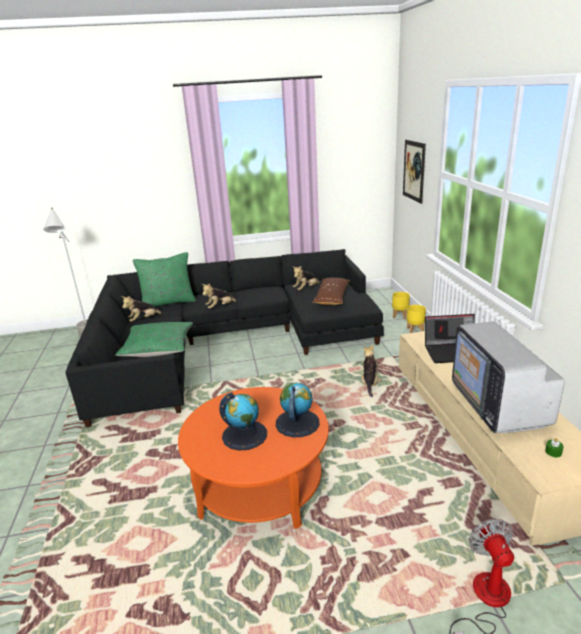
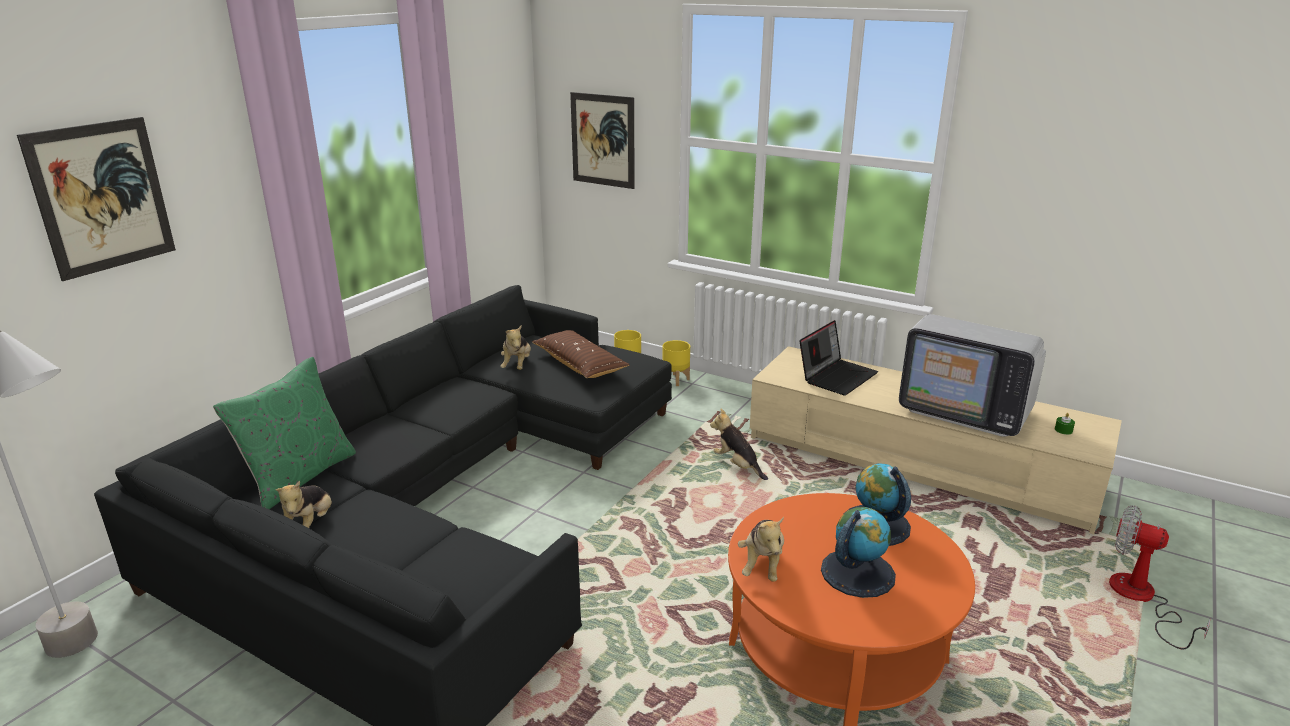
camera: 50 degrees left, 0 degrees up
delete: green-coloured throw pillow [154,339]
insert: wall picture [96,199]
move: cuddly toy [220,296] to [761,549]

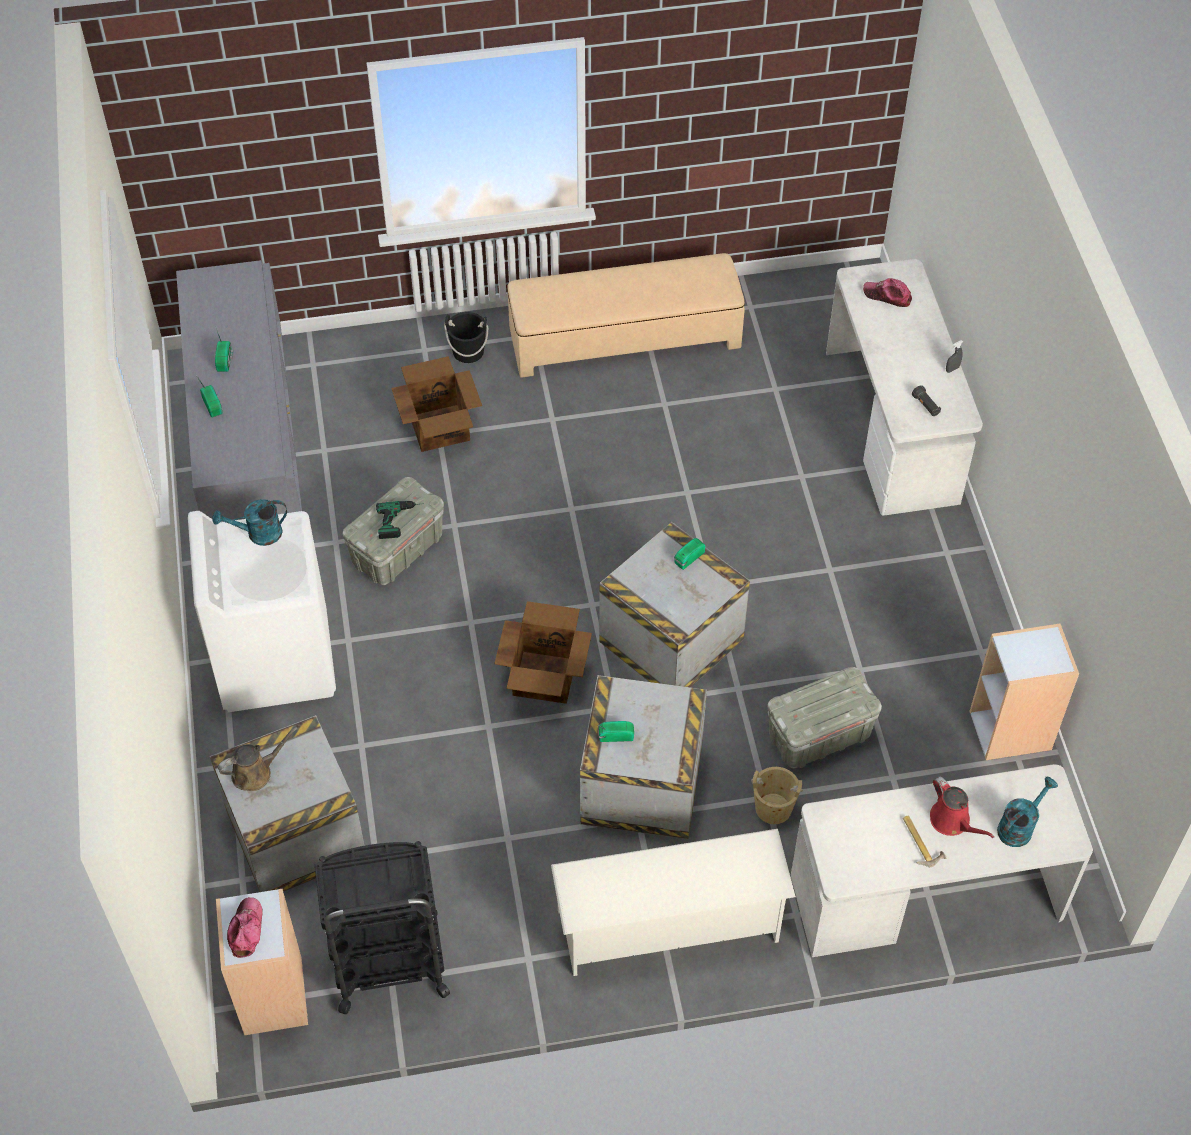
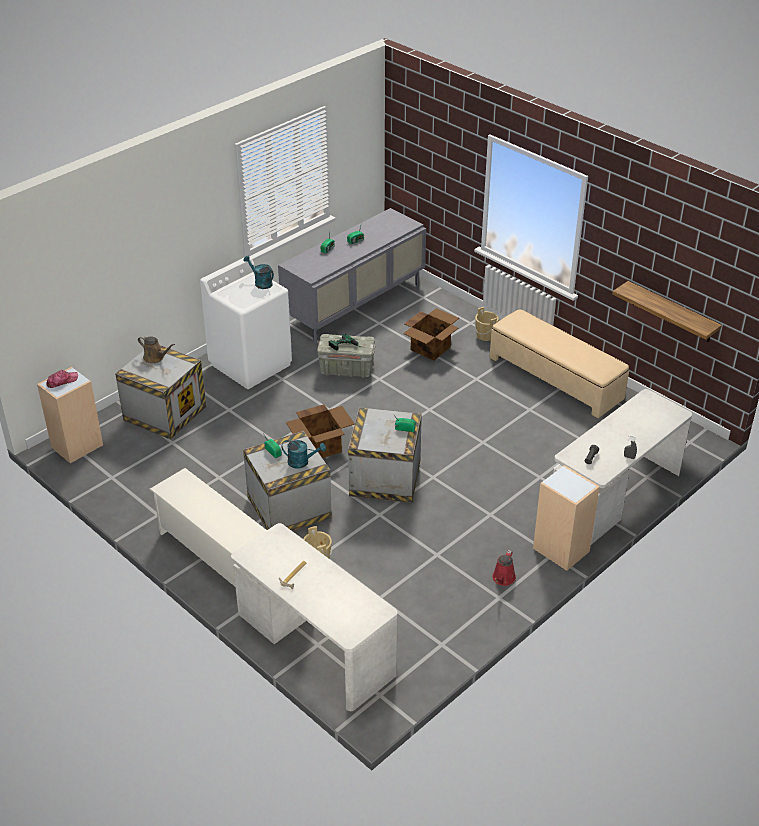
camera: 55 degrees right, 15 degrees down
delete: black cart [382,927]; greyish storage bin [824,717]; baseball cap [887,292]
insert: bracket shelf [667,311]
move: reddish watering pot [962,807] to [504,568]; bookcase [1024,692] to [566,518]; blue-green watering pot [1027,812] to [304,454]
recolor: black bucket [466,337] to sand-coloured bucket [487,324]

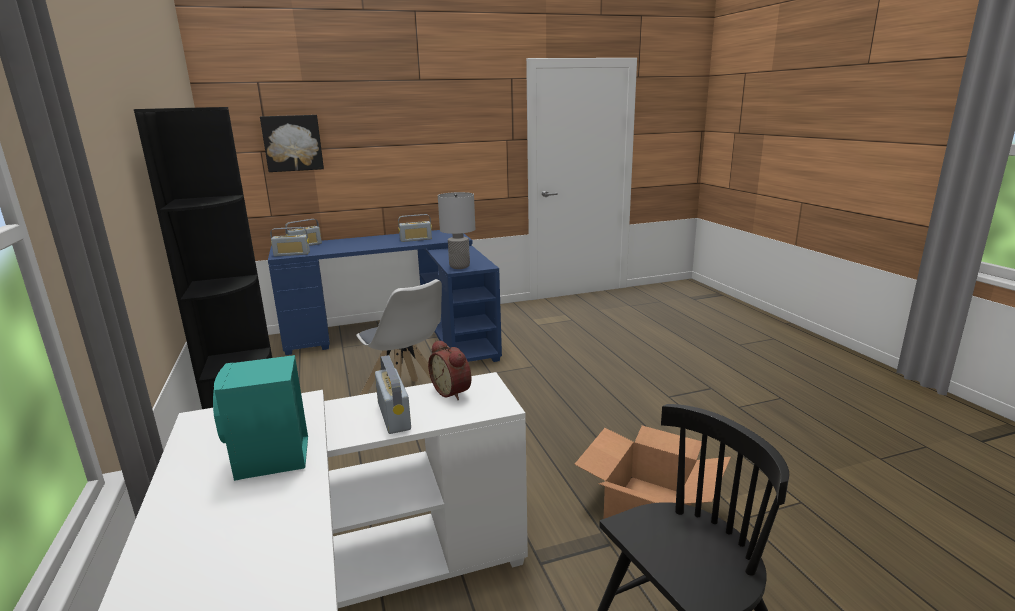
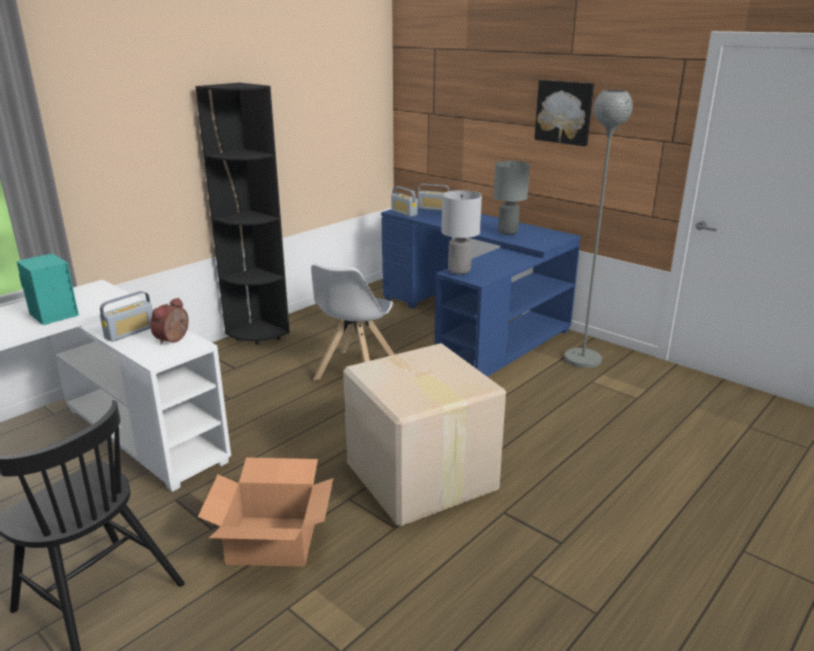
camera: 60 degrees right, 5 degrees up
insert: cardboard box [424,434]; greyish standard lamp [598,228]
move: wall picture [292,143] to [564,113]
replace: radio receiver [415,228] to greyish lamp for a table [511,198]

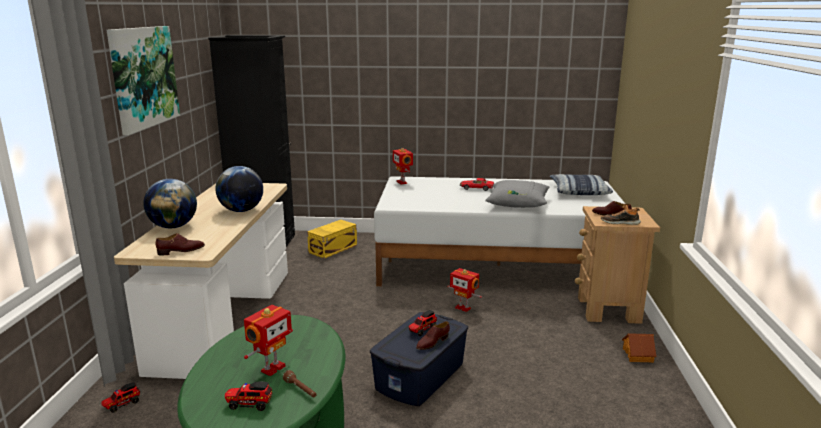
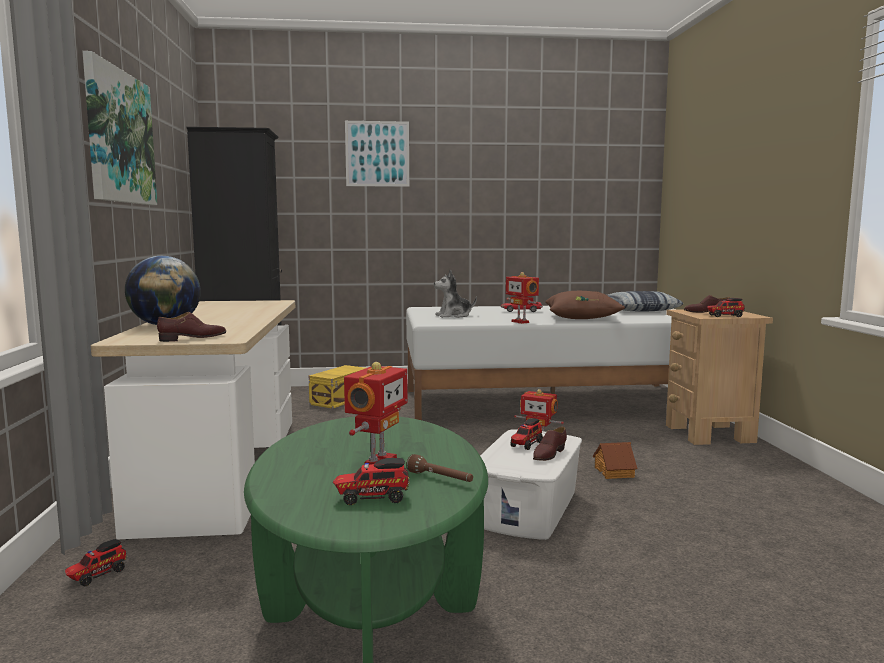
camera: 10 degrees left, 10 degrees down
delete: desk globe [239,189]
insert: wall picture [377,154]; cuddly toy [455,294]
move: toy robot [403,166] to [522,298]; miniature house [639,348] to [615,460]
replace: low shoe [621,214] to toy truck [726,307]
recolor: blue storage bin [419,359] to whitish storage bin [531,484]; greyish throw pillow [517,194] to brown throw pillow [585,305]

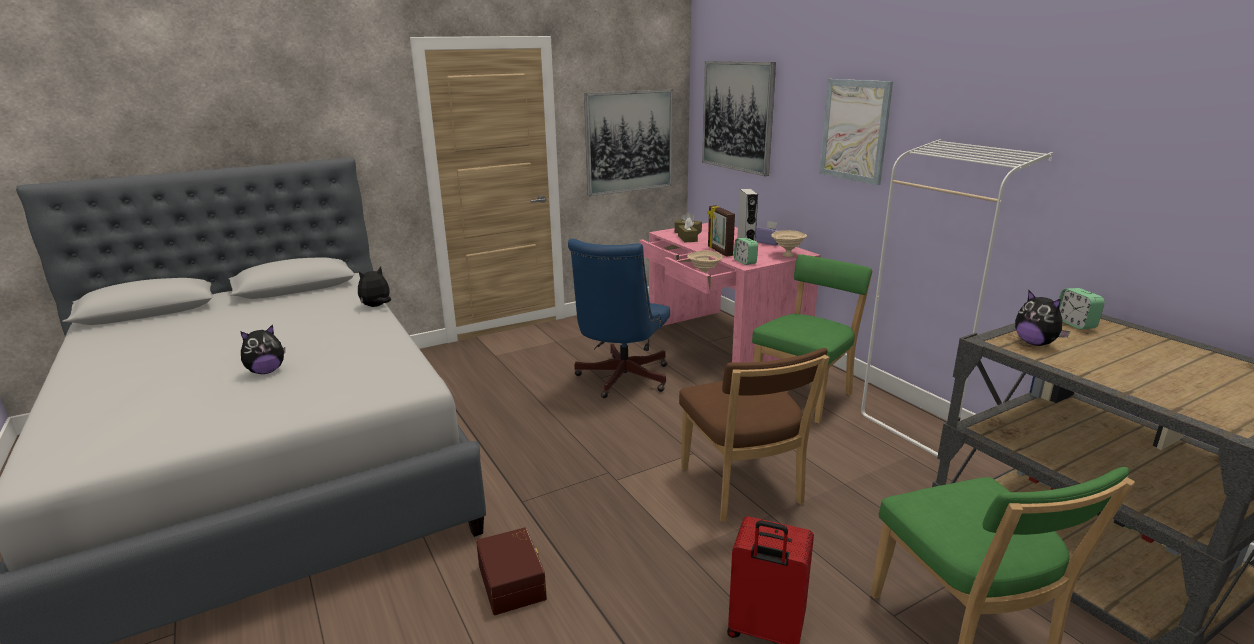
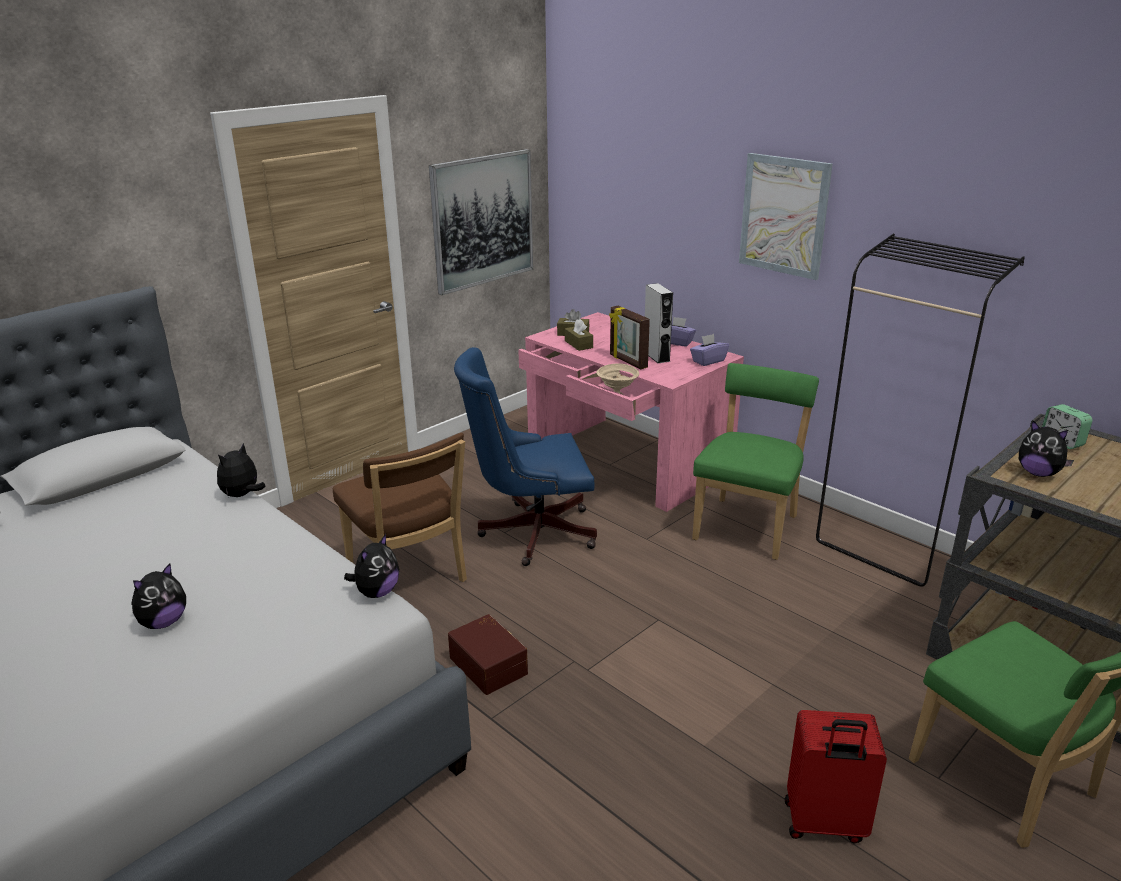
camera: 15 degrees left, 5 degrees up
delete: wall picture [739,118]; bedside clock [746,251]
insert: cuddly toy [371,566]
move: brown storage bin [511,571] to [488,654]; brown chair [754,435] to [400,507]
replace: sand-coloured deep dish [789,243] to purplish tissue box [709,350]
recolor: whitish garment stand [957,298] to black garment stand [920,410]
rotate: blue office chair [619,318] = [525,456] 75 degrees clockwise

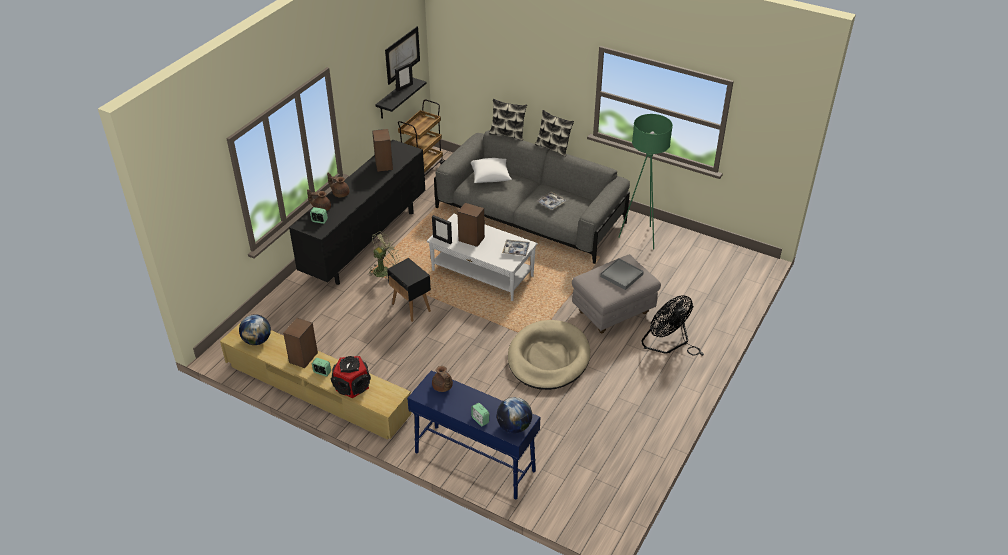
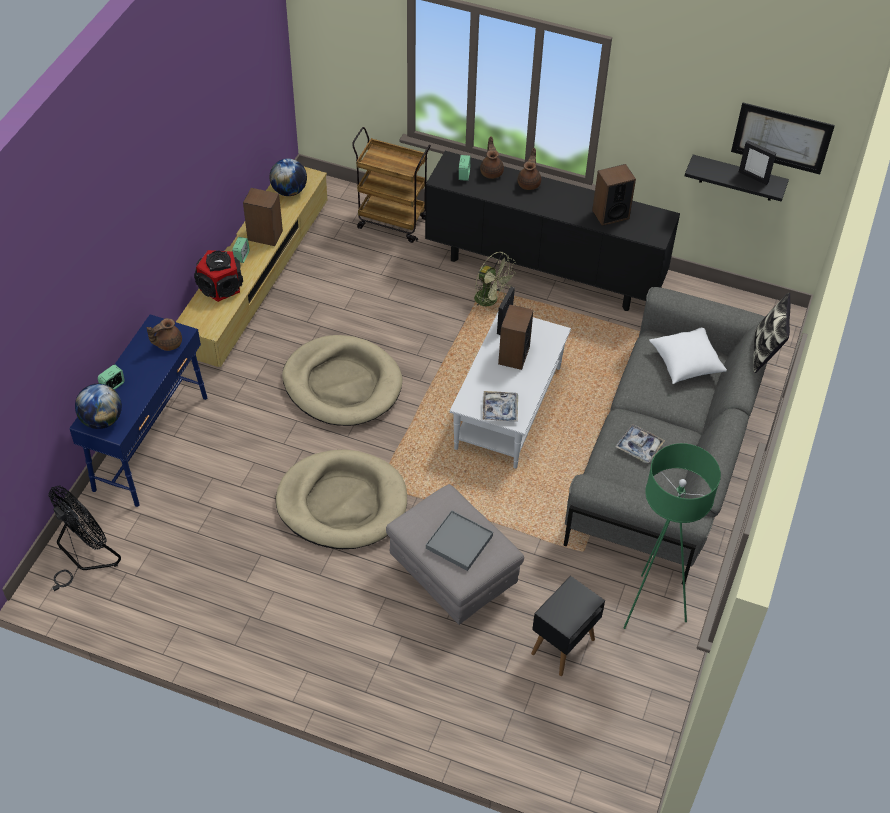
camera: 80 degrees right, 10 degrees up
delete: throw pillow [554,133]
insert: sand-coloured dog bed [342,380]
move: black accent table [409,290] to [568,626]; brown cart [421,138] to [391,185]; black electric fan [672,325] to [84,538]

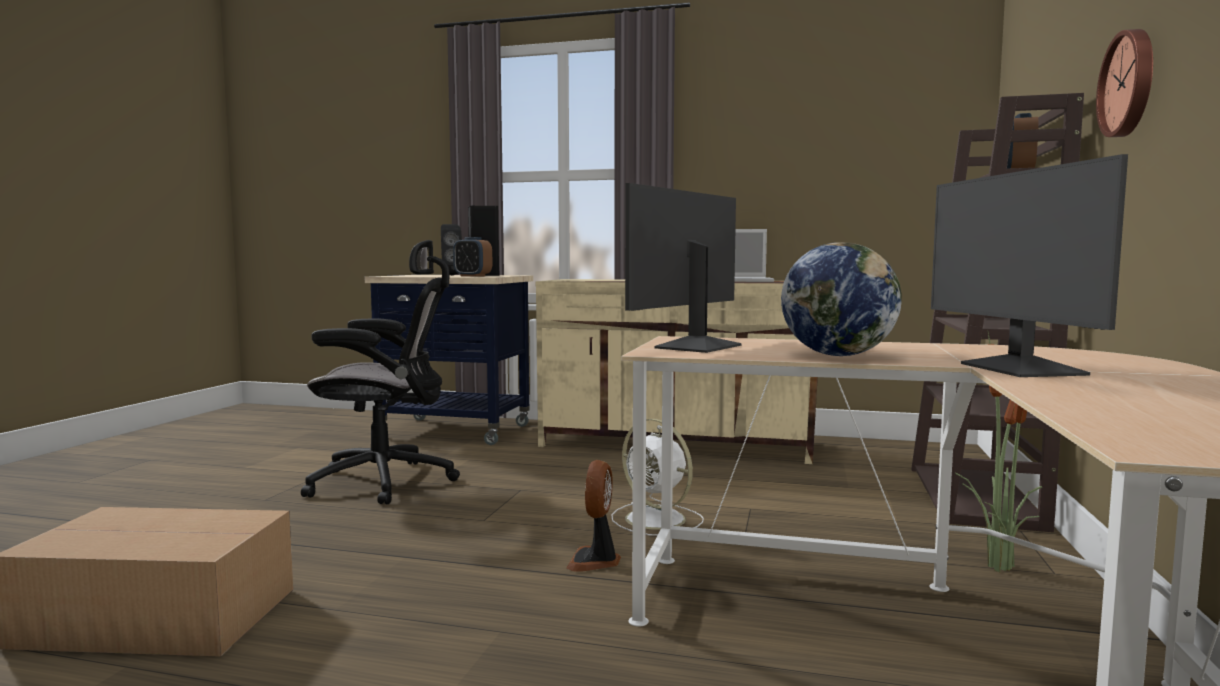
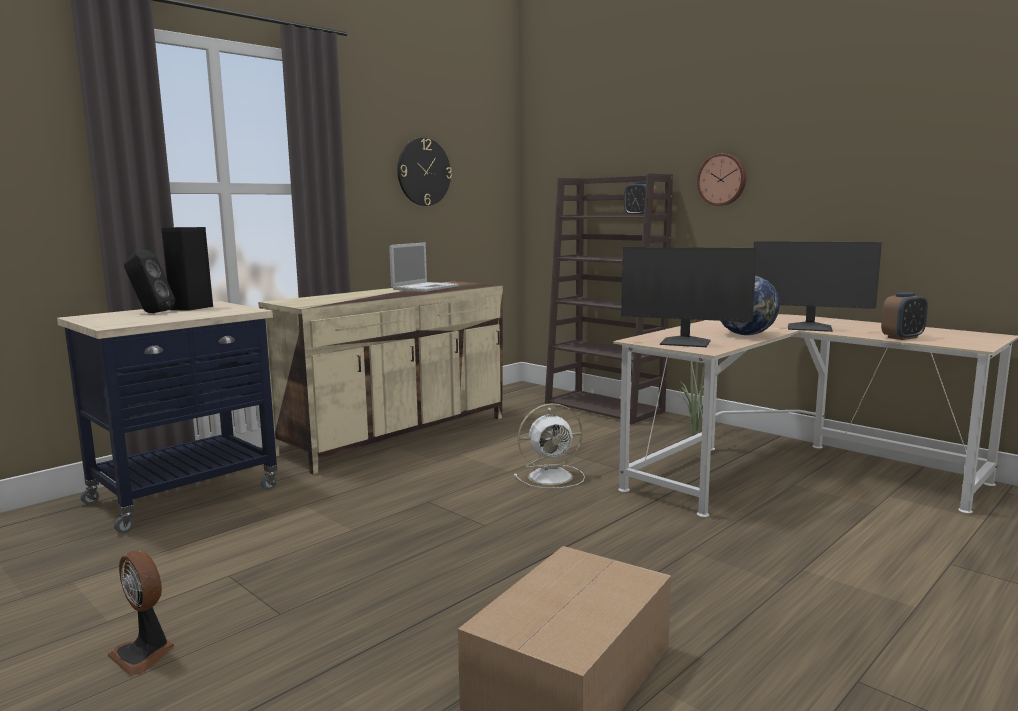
camera: 60 degrees left, 5 degrees up
delete: office chair [380,372]
insert: wall clock [424,172]
move: bedside clock [472,257] to [904,316]; electric fan [593,516] to [141,613]
rotate: monitor [683,268] = [689,297] 45 degrees counterclockwise

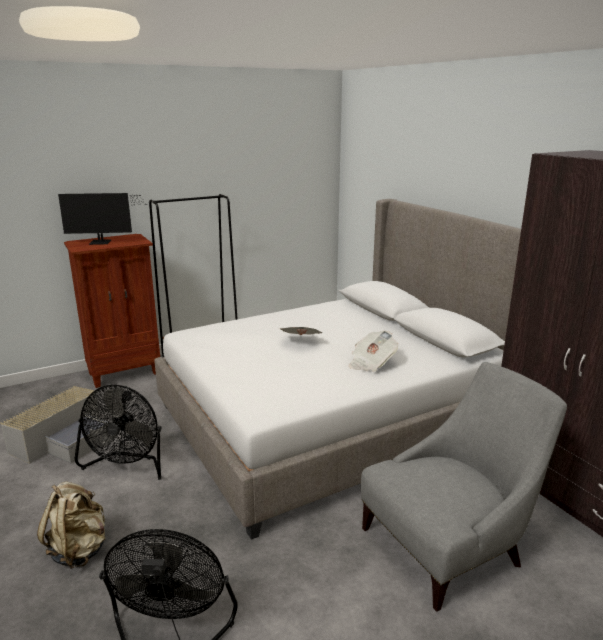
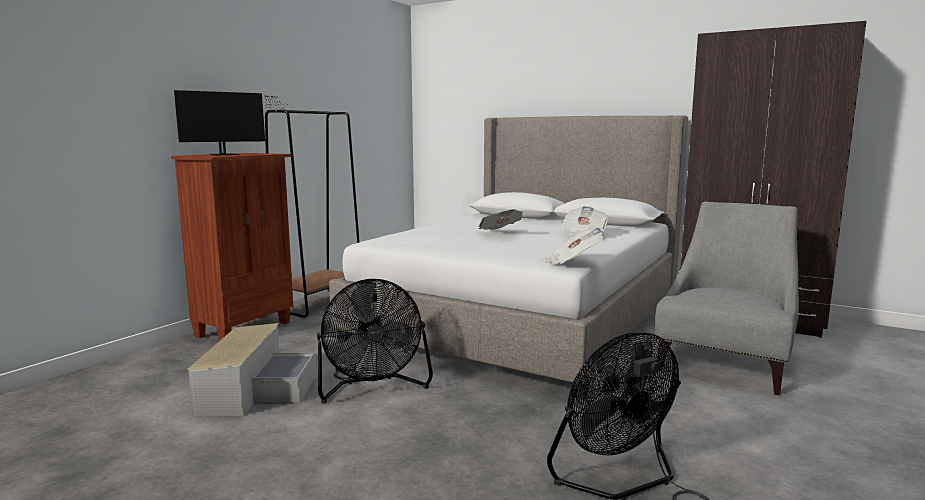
camera: 30 degrees left, 10 degrees down
delete: sand-coloured knapsack [71,525]
insert: newspaper [573,245]

